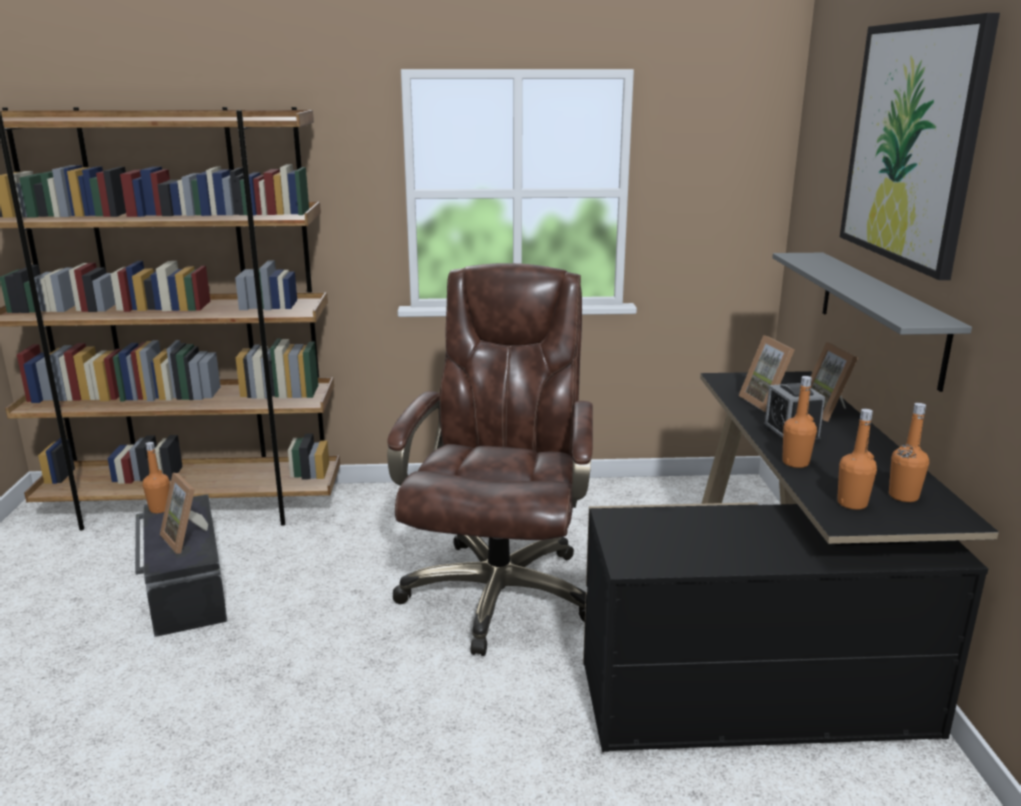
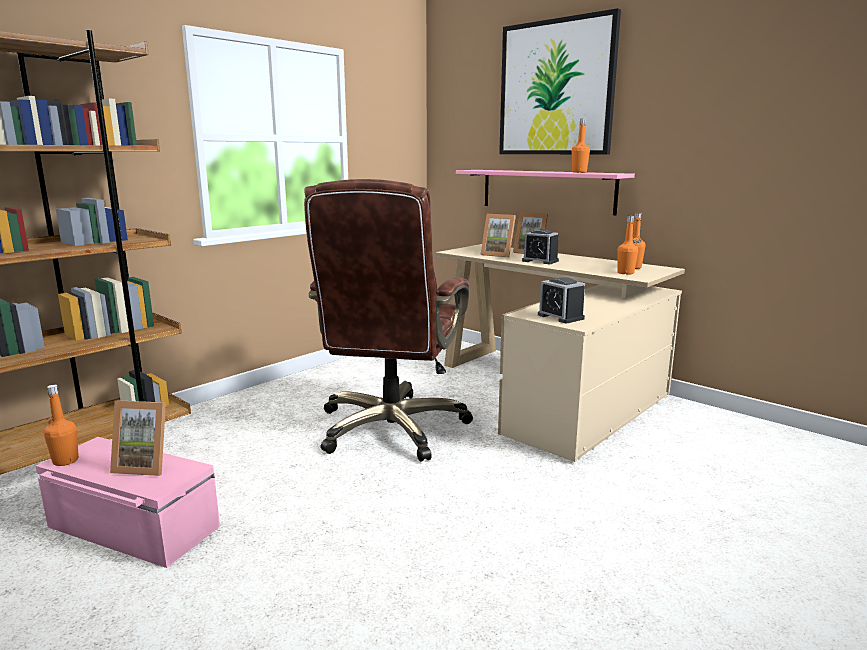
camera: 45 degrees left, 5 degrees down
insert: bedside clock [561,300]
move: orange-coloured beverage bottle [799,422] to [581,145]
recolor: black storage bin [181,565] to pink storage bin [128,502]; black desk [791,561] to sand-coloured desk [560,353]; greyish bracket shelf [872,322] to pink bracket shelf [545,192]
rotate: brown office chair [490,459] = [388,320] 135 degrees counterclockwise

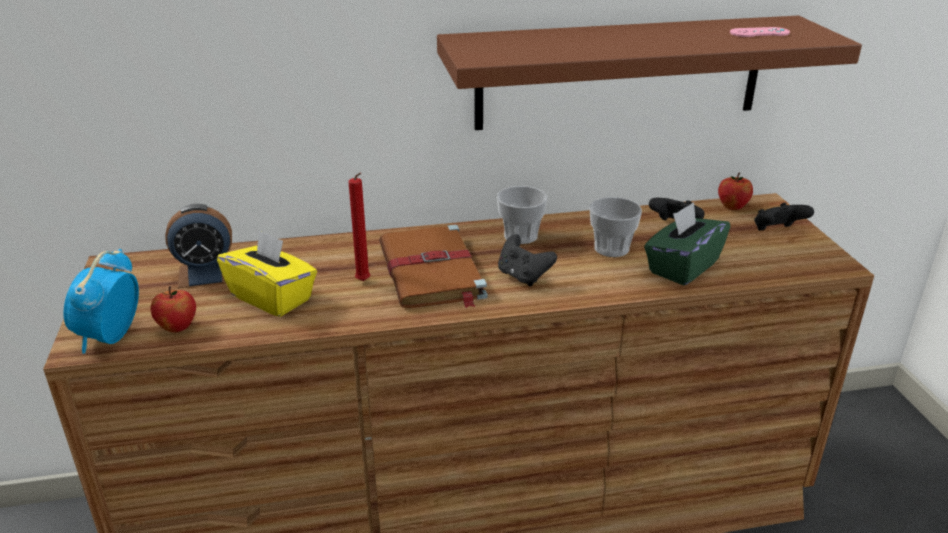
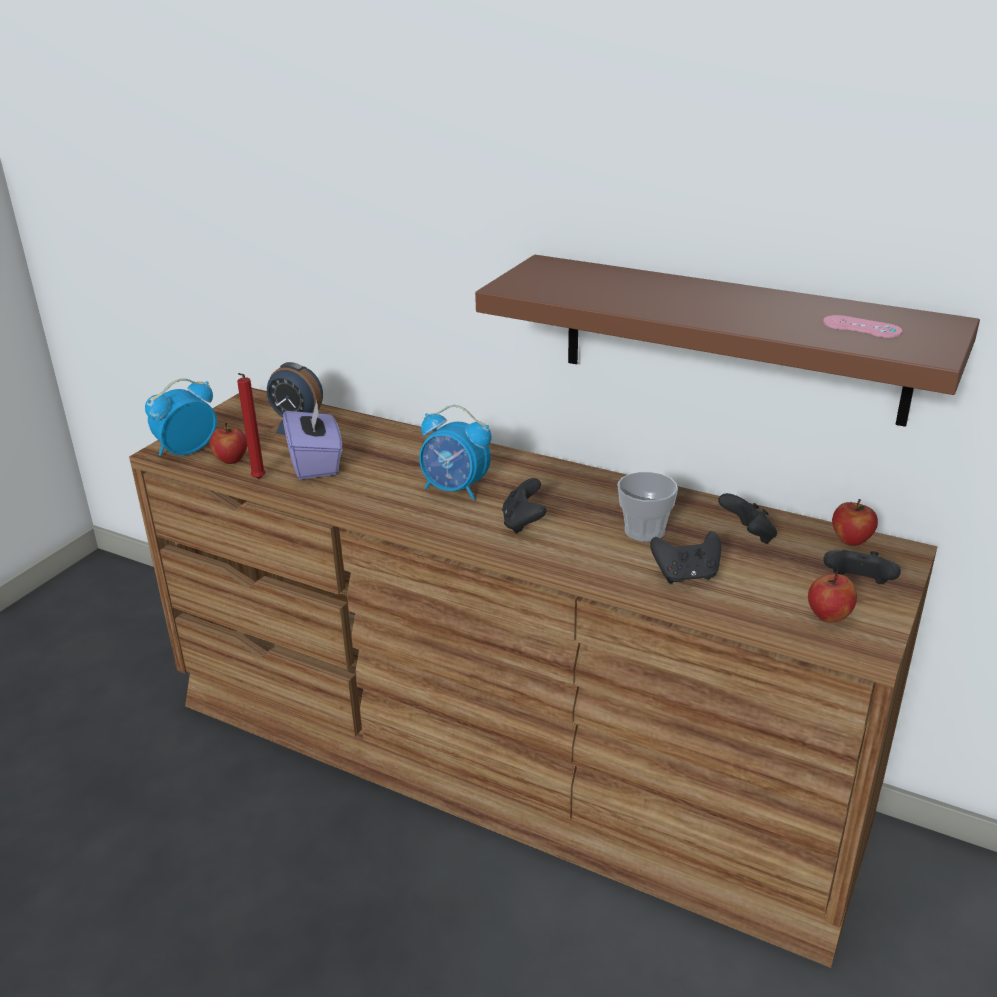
camera: 40 degrees right, 0 degrees up
delete: small cup [522,215]
insert: apple [832,597]
move: reddish wax candle [359,227] to [251,426]
replace: brown bound book [433,266] to bedside clock [455,452]; green-coloured tissue box [687,243] to black game controller [685,557]
recolor: yellowish tissue box [267,273] to purplish tissue box [312,440]

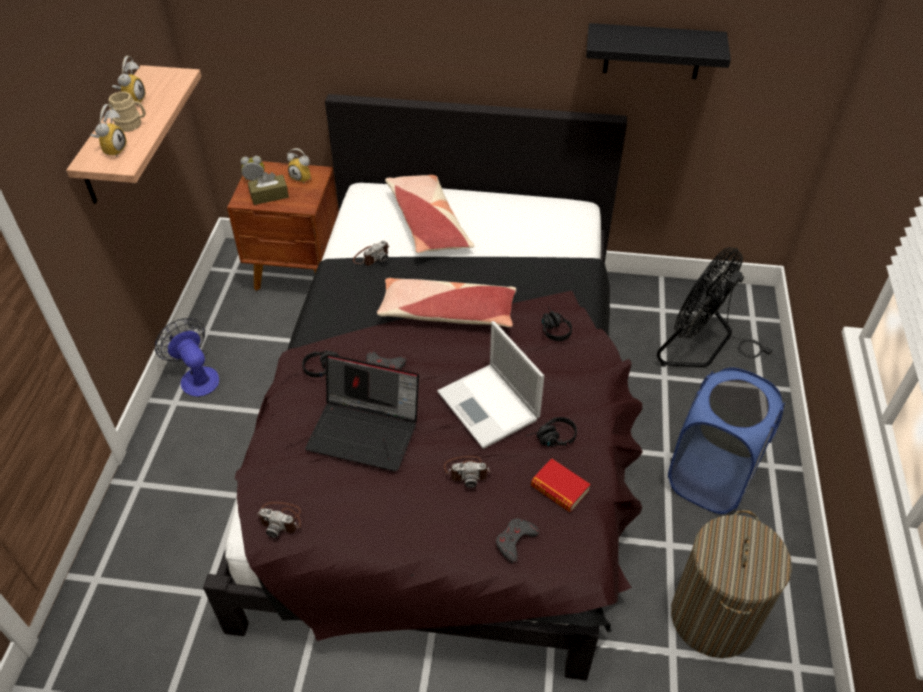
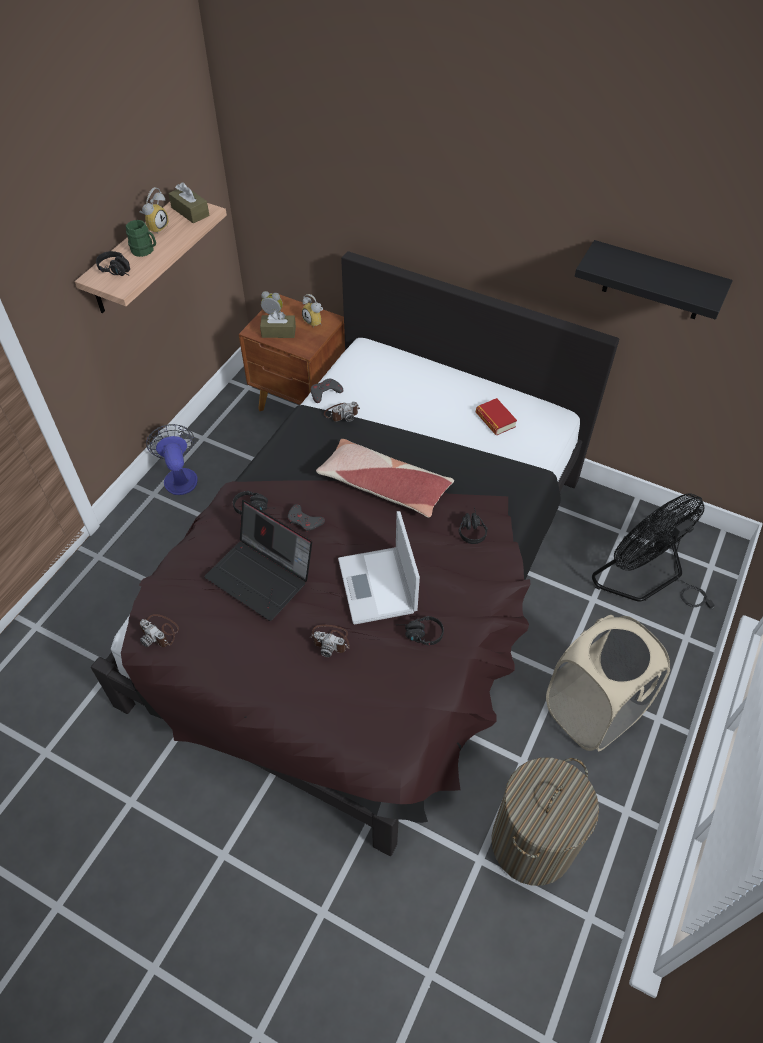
camera: 20 degrees right, 5 degrees up
delete: throw pillow [429,214]
insert: brown tissue box [188,202]
move: greyish game controller [517,541] to [327,391]; bound book [560,485] to [496,416]
replace: bedside clock [108,130] to black headset [113,263]
recolor: sand-coloured tea mug [127,112] to green-coloured tea mug [141,238]; blue washing basket [726,440] to sand-coloured washing basket [608,683]

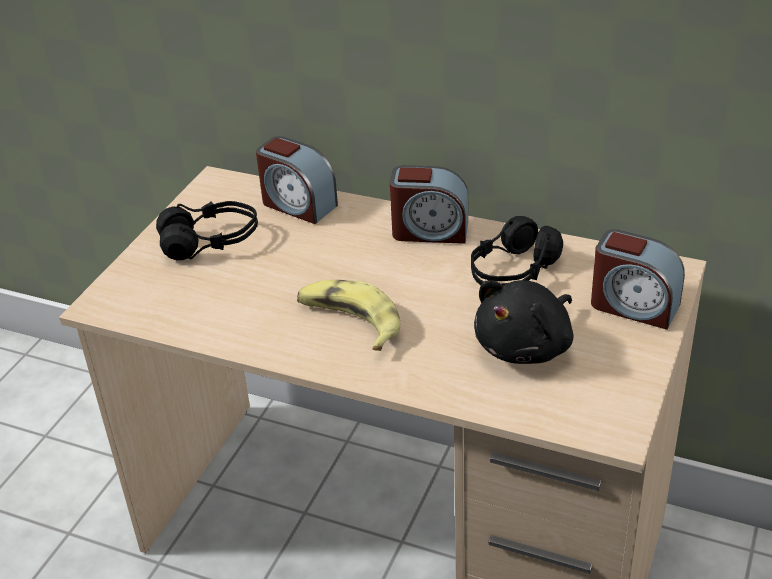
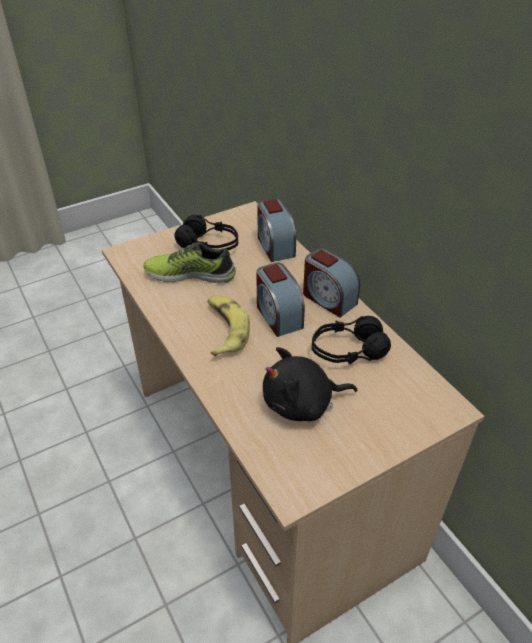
camera: 35 degrees right, 5 degrees up
insert: low shoe [189,262]
move: bedside clock [638,279] to [280,300]

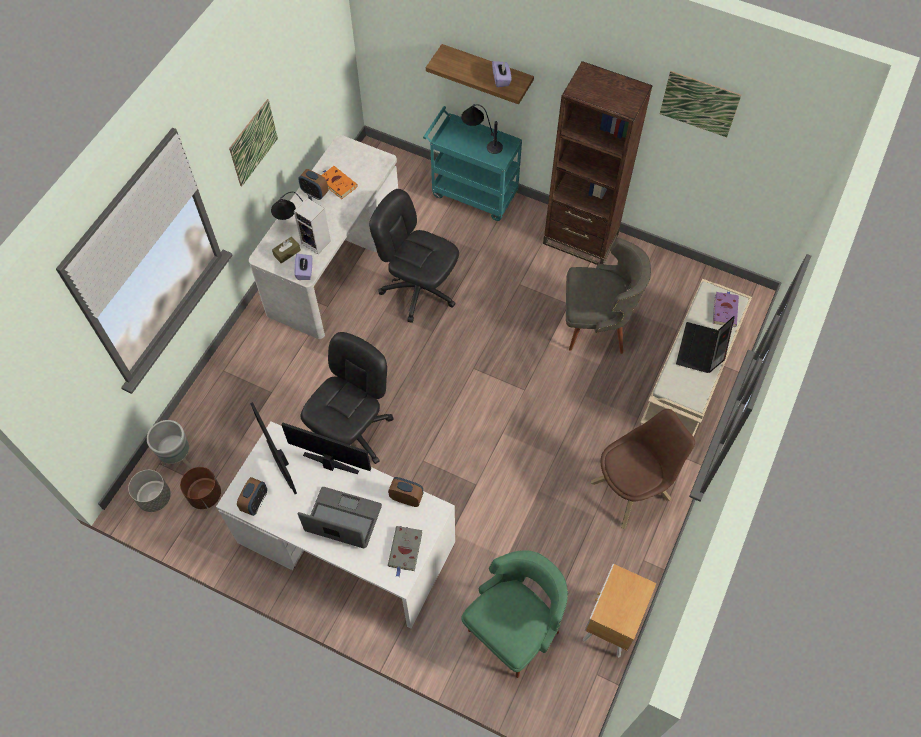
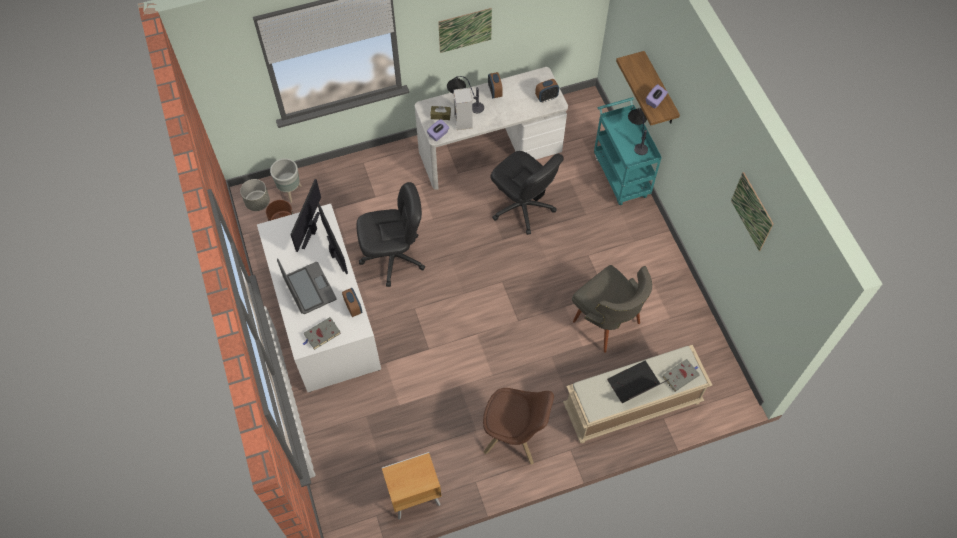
camera: 45 degrees right, 0 degrees up
delete: orange-coloured bound book [339,182]; green-coloured chair [514,614]; brown bookcase [598,163]
move: bedside clock [252,496] to [547,90]
recolor: purplish bound book [726,309] to greyish bound book [680,375]
rotate: black office chair [414,256] = [526,193] 150 degrees clockwise

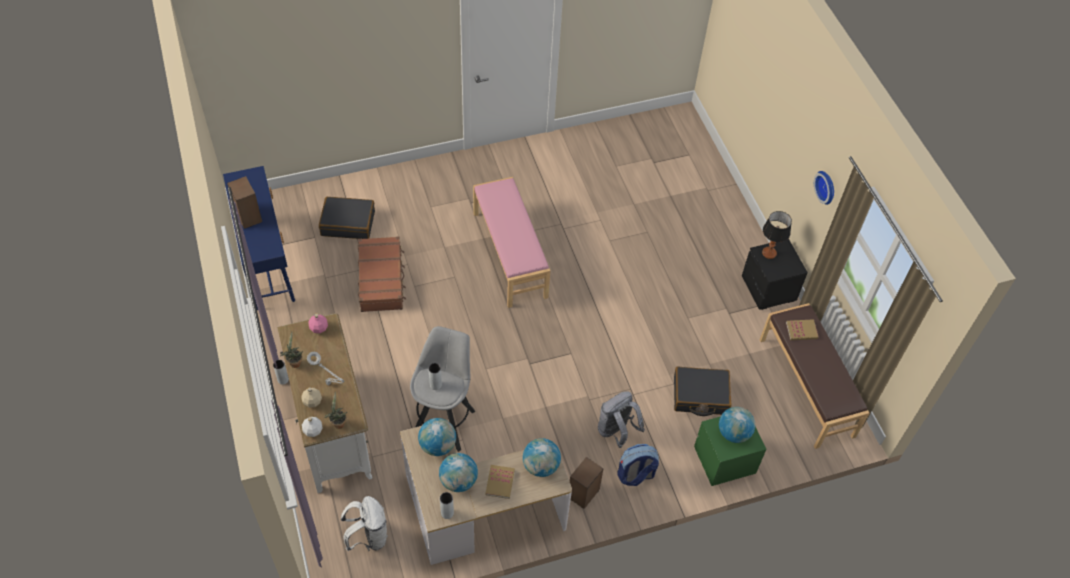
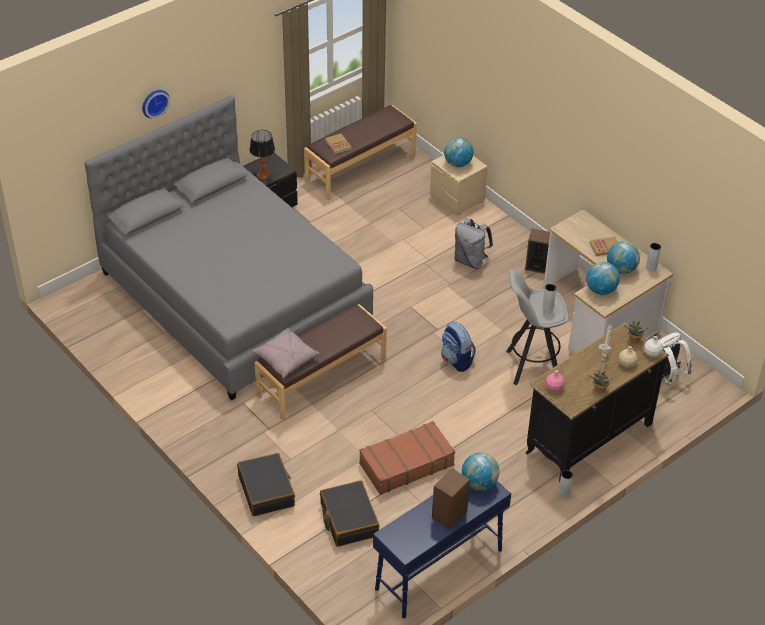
camera: 110 degrees left, 10 degrees down
insert: greyish sleeping bed [229,247]; purplish throw pillow [285,353]
move: desk globe [542,457] to [480,471]; knapsack [638,465] to [458,347]; black travel case [702,391] to [266,484]; wall clock [824,188] to [156,104]
recolor: whitish dresser [324,403] to black dresser [597,402]; pink long seat [511,242] to brown long seat [321,362]; green-coloured night table [730,451] to sand-coloured night table [459,185]

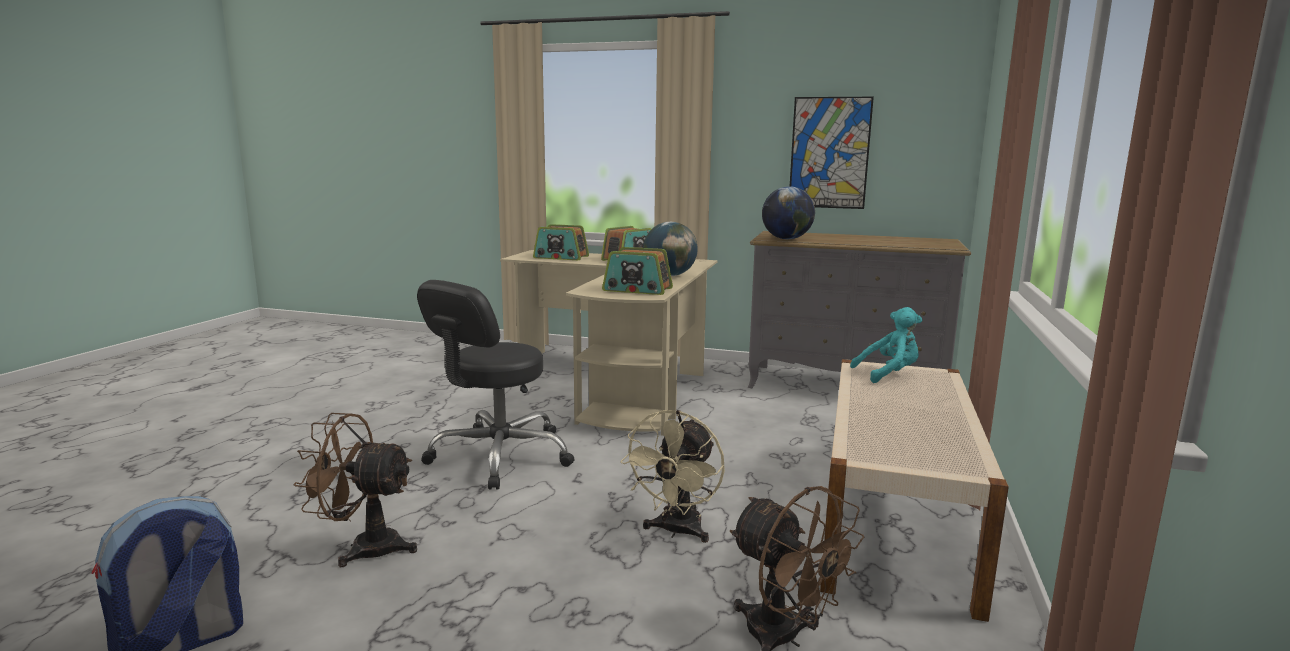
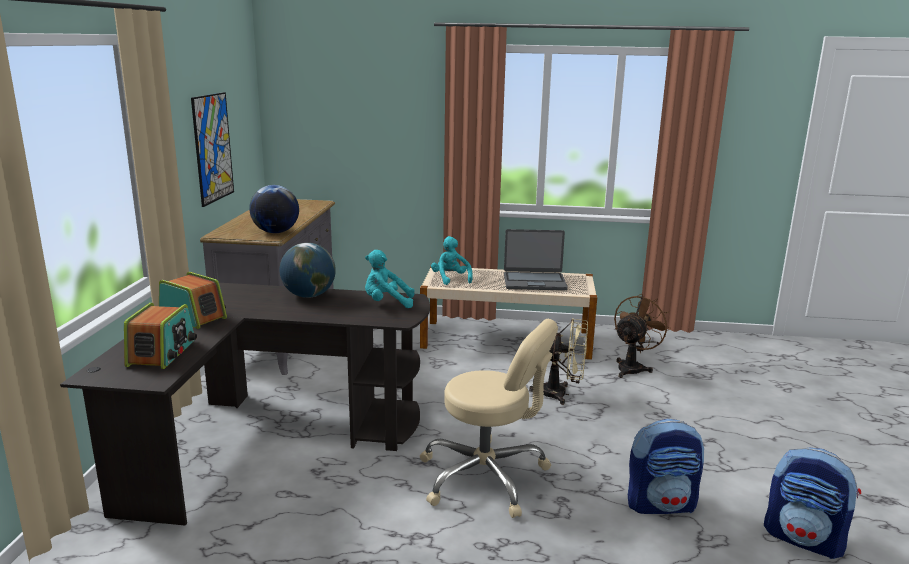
camera: 100 degrees left, 5 degrees up
insert: portable computer [536,259]
replace: brown electric fan [355,490] to knapsack [666,466]; radio receiver [637,271] to blue-green cuddly toy [390,279]
recolor: black office chair [496,385] to sand-coloured office chair [489,418]; sand-coloured desk [609,343] to black desk [245,404]

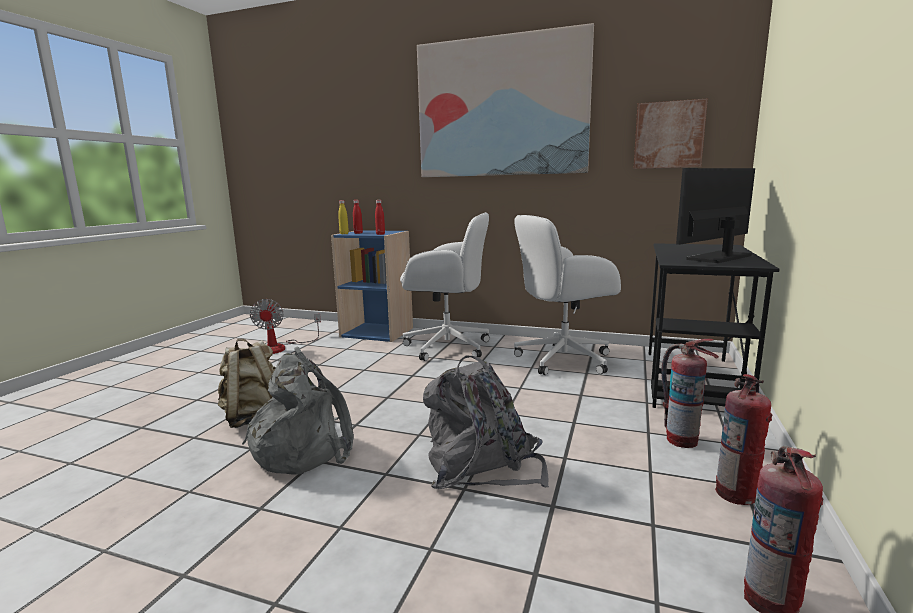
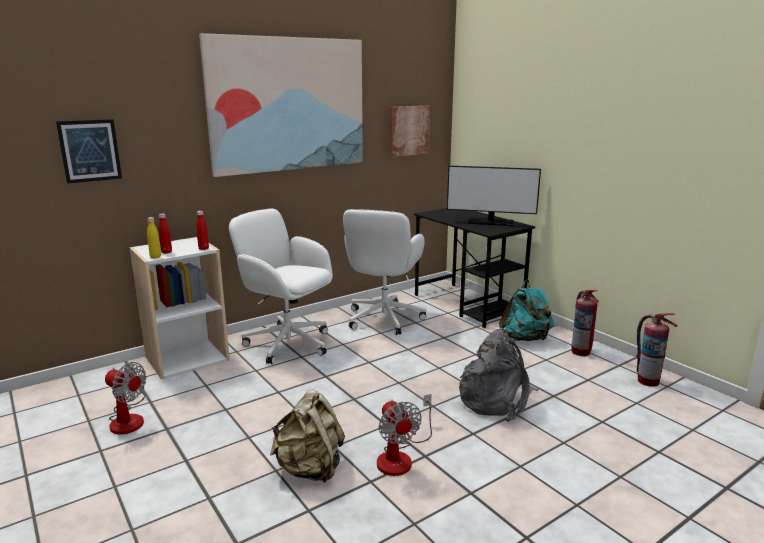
camera: 55 degrees left, 5 degrees up
insert: wall picture [89,151]
replace: greyish knapsack [298,410] to electric fan [404,435]; fire extinguisher [690,393] to blue-green knapsack [526,310]
recolor: blue bookcase [372,286] to whitish bookcase [180,308]
rotate: whitish office chair [445,286] = [280,286] 105 degrees counterclockwise; monitor [715,215] = [494,196] 75 degrees counterclockwise

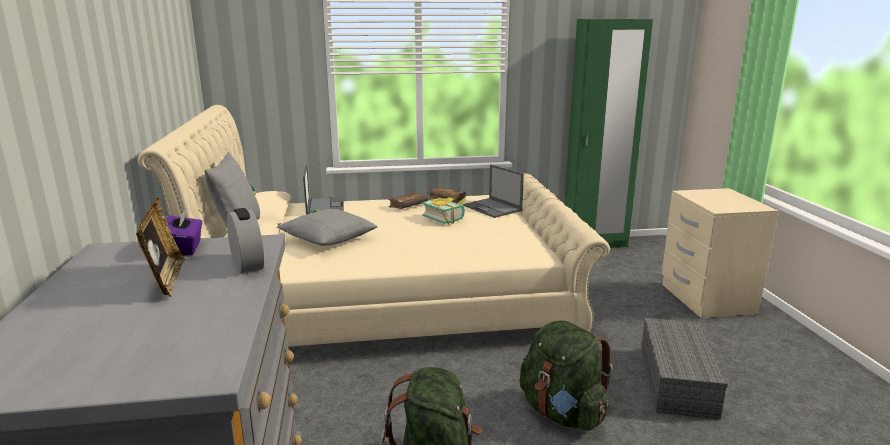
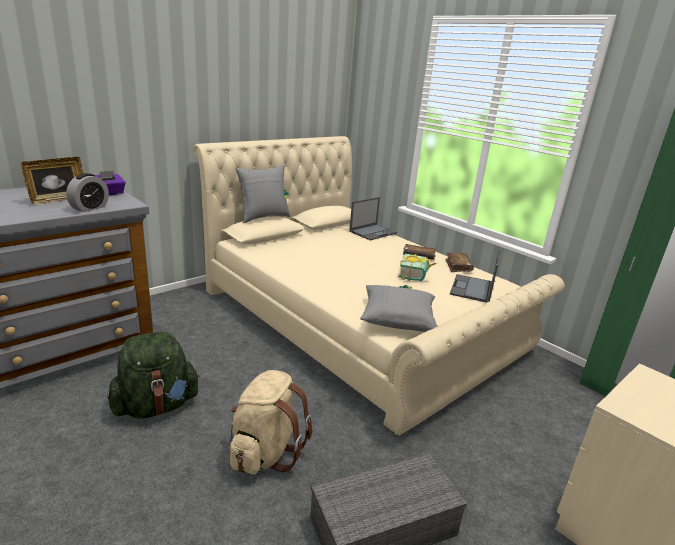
camera: 55 degrees right, 5 degrees up
move: greyish throw pillow [327,227] to [399,308]
recolor: green-coloured knapsack [566,375] to sand-coloured knapsack [271,422]

